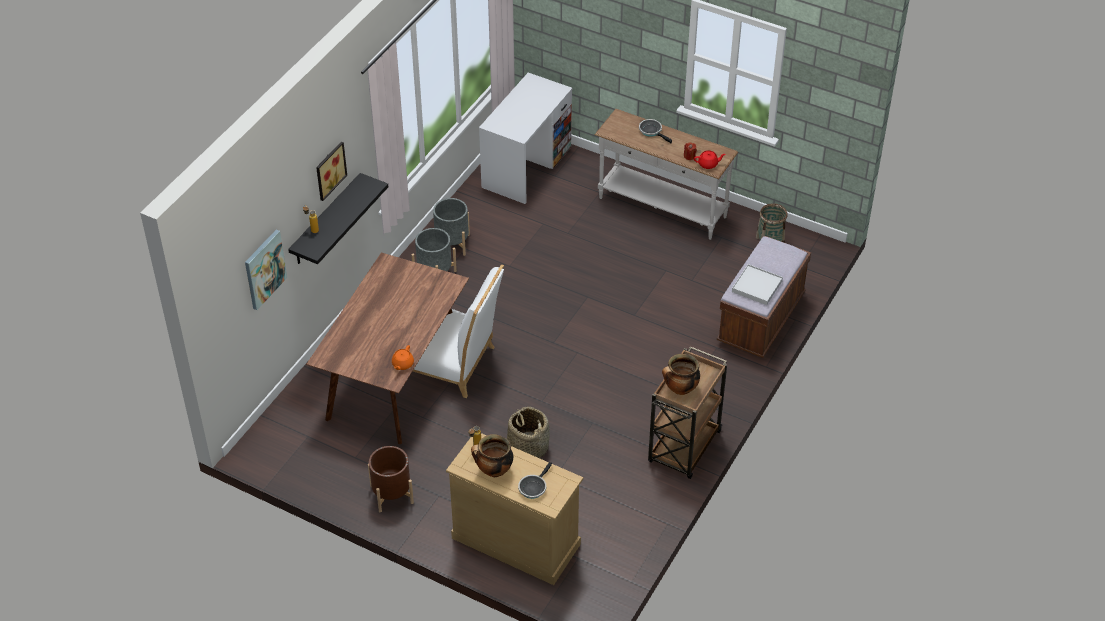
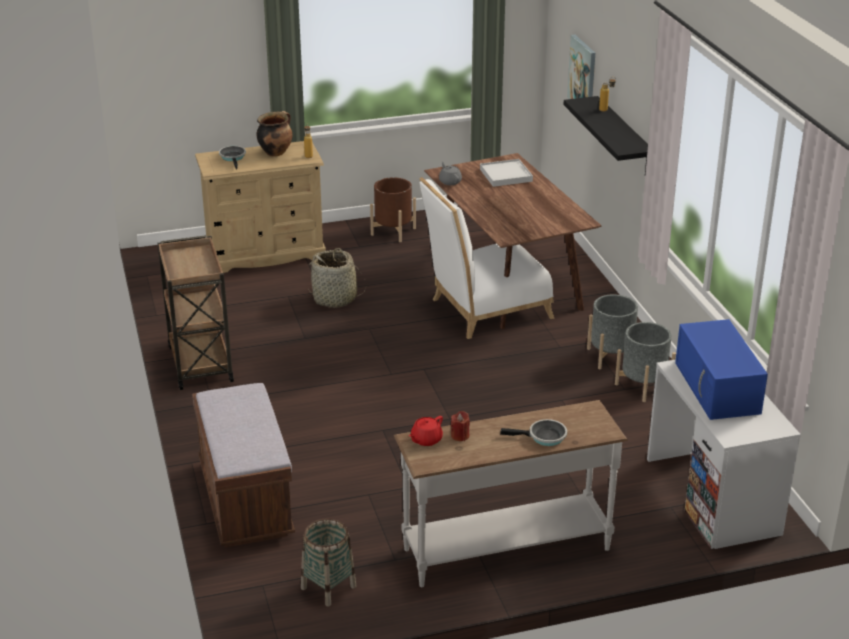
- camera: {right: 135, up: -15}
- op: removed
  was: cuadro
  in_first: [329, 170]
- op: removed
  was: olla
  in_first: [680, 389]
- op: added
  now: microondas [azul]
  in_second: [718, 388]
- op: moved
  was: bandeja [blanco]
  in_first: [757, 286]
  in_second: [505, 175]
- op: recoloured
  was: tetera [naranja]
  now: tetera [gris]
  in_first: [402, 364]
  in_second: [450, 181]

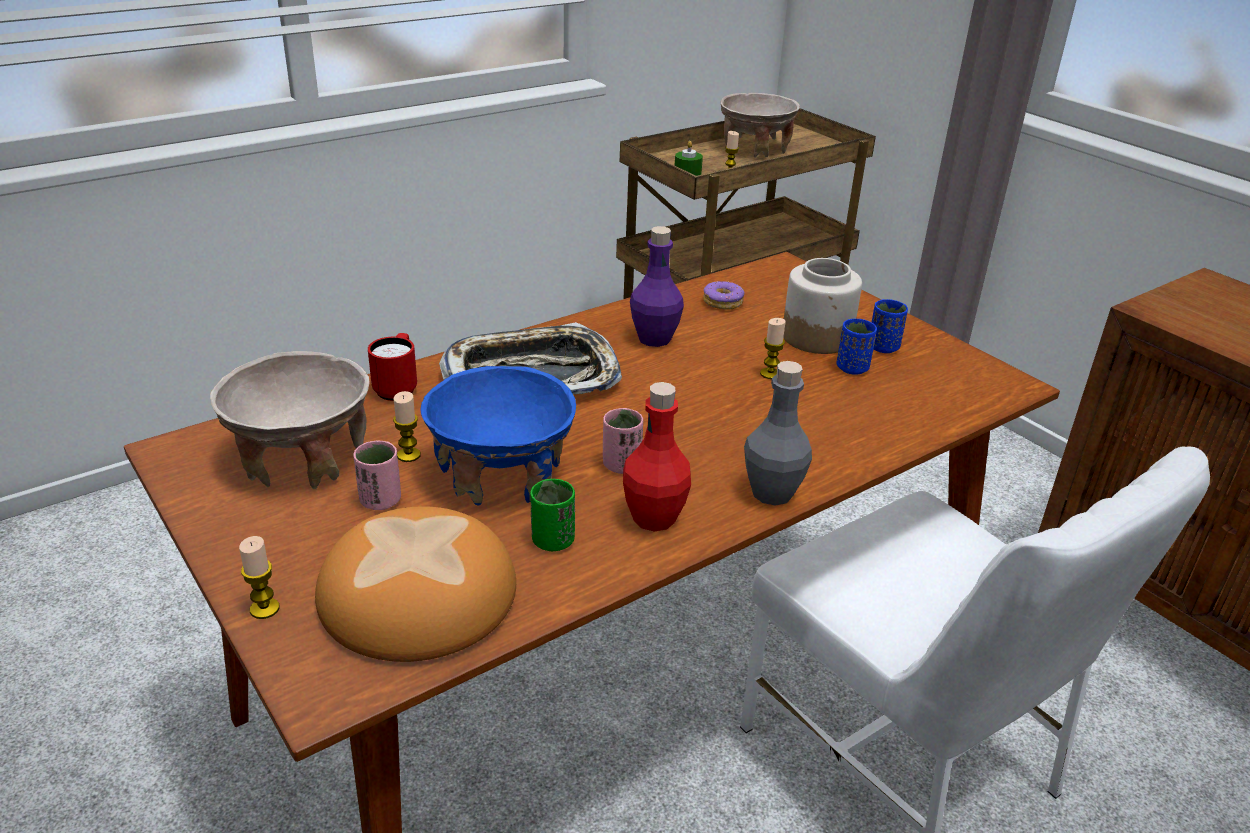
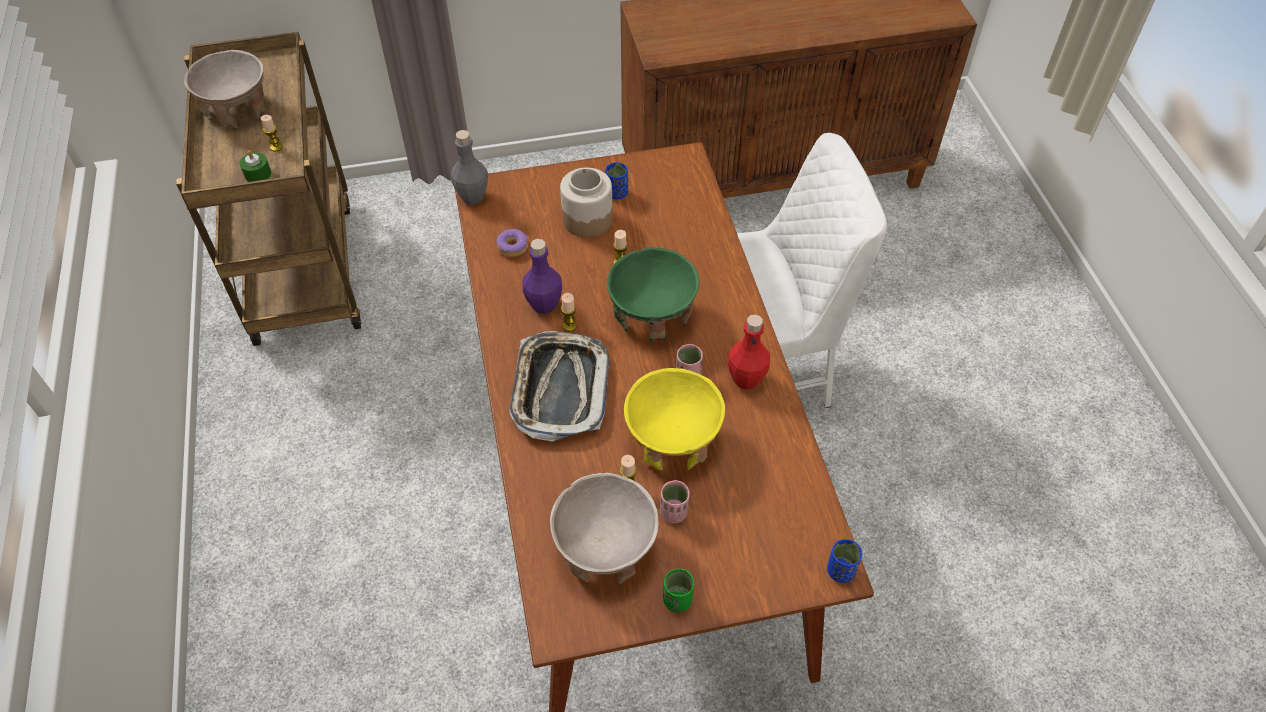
- camera: {right: -65, up: 20}
- op: removed
  was: pan
  in_first: [420, 594]
- op: removed
  was: taza grande [rojo]
  in_first: [398, 388]
- op: added
  now: cuenco [verde]
  in_second: [652, 315]
- op: moved
  was: vela
  in_first: [264, 609]
  in_second: [569, 325]
- op: moved
  was: taza [verde]
  in_first: [553, 541]
  in_second: [677, 600]
- op: moved
  was: botella [gris]
  in_first: [772, 493]
  in_second: [472, 196]
- op: moved
  was: taza [azul]
  in_first: [852, 368]
  in_second: [840, 571]
- op: recoloured
  was: cuenco [azul]
  now: cuenco [amarillo]
  in_first: [502, 475]
  in_second: [672, 440]

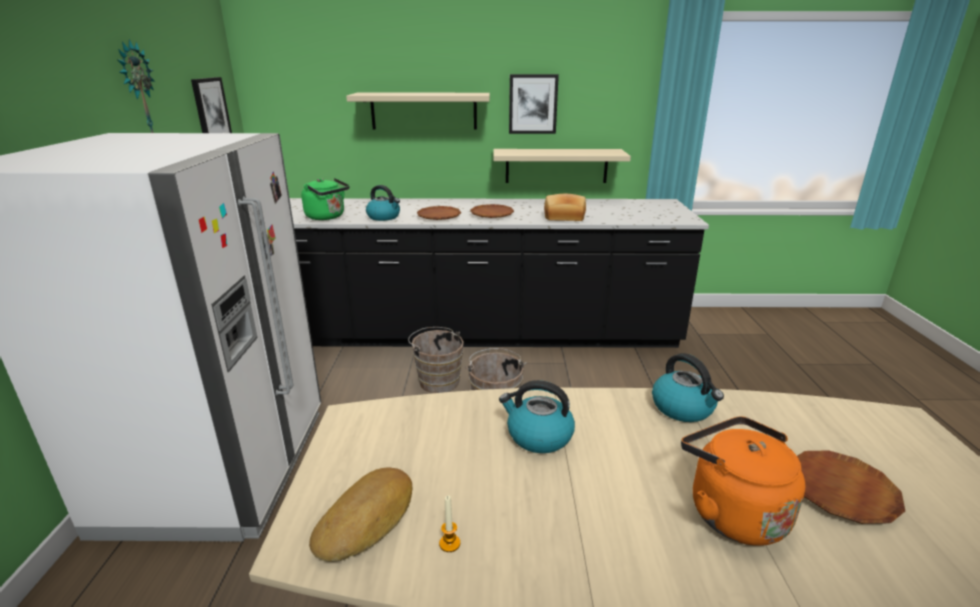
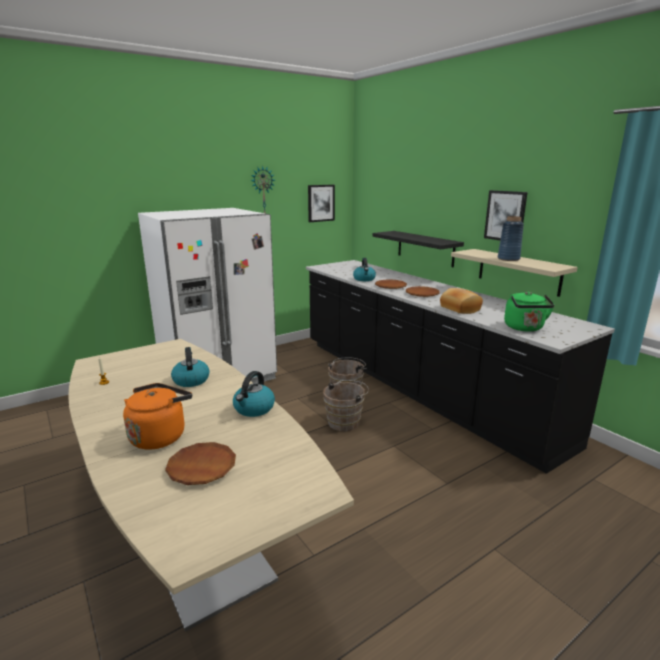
- camera: {right: 55, up: -5}
- op: removed
  was: pan
  in_first: [368, 519]
- op: removed
  was: estante [beis]
  in_first: [424, 111]
- op: added
  now: estante [negro]
  in_second: [425, 248]
- op: added
  now: florero [azul]
  in_second: [508, 259]
- op: moved
  was: hervidor [verde]
  in_first: [327, 217]
  in_second: [525, 328]

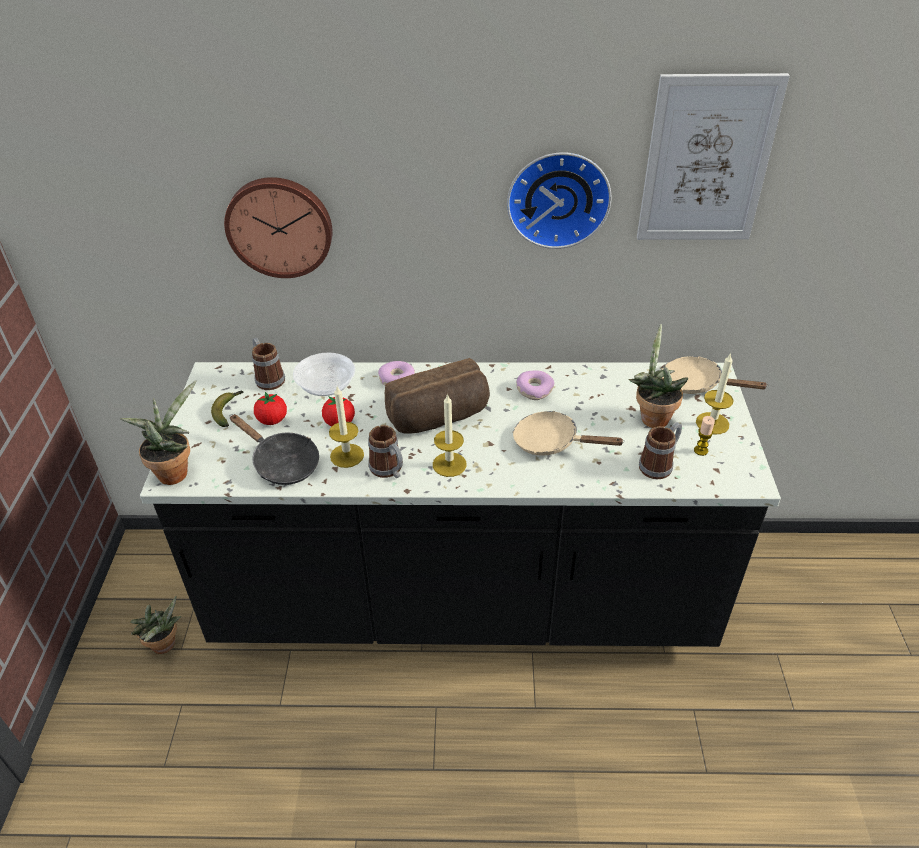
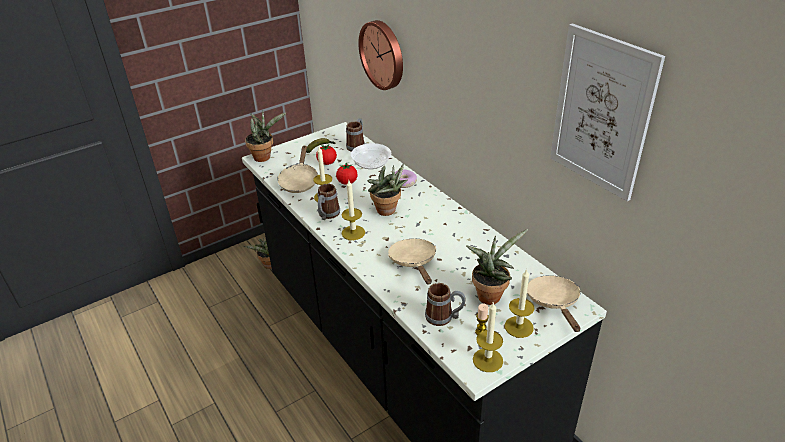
- camera: {right: 55, up: -5}
- op: removed
  was: reloj de pared
  in_first: [558, 198]
- op: removed
  was: rosquilla
  in_first: [534, 389]
- op: added
  now: vela
  in_second: [487, 360]
- op: replaced
  was: pan
  now: planta en maceta
  in_first: [440, 418]
  in_second: [388, 211]
- op: recoloured
  was: sartén [negro]
  now: sartén [beis]
  in_first: [282, 463]
  in_second: [299, 181]

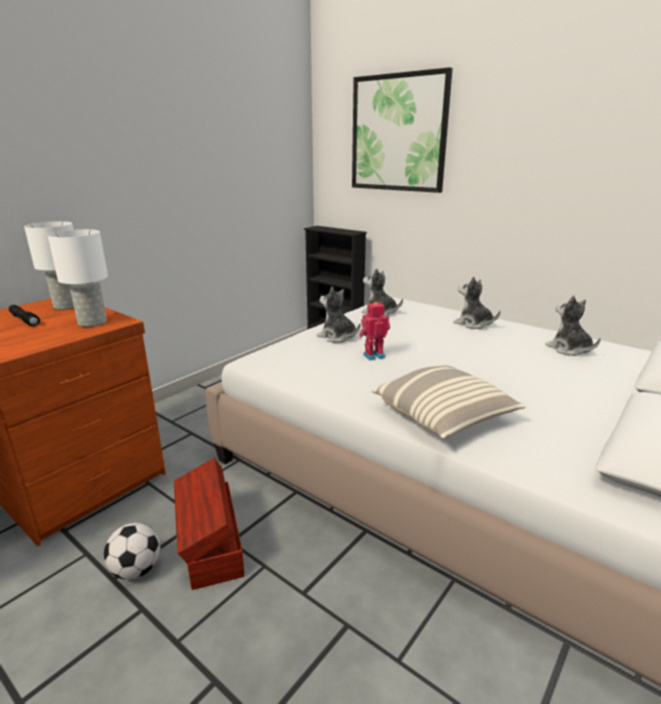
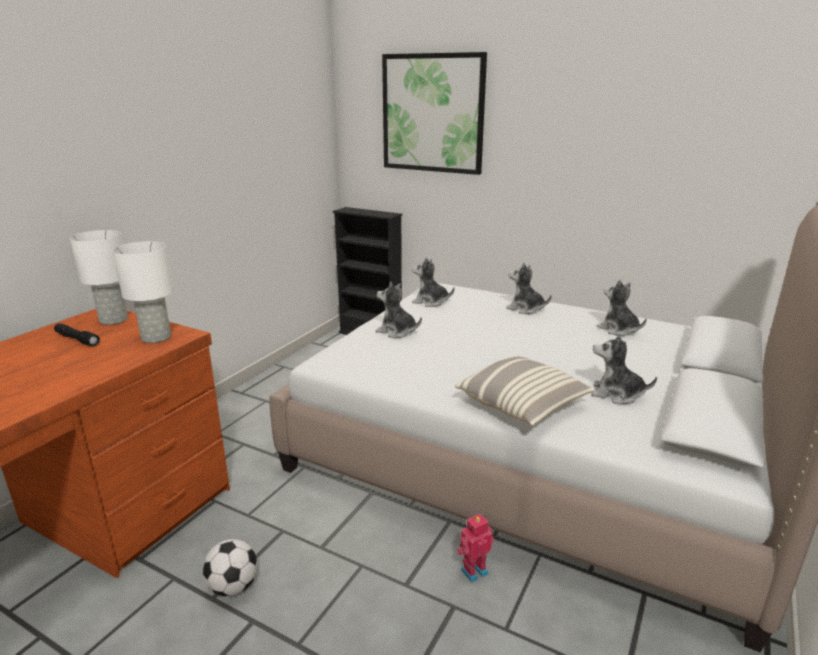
- camera: {right: -10, up: 0}
- op: removed
  was: caja de almacenaje [marrón]
  in_first: [211, 544]
- op: added
  now: peluche
  in_second: [616, 394]
- op: moved
  was: robot de juguete
  in_first: [373, 355]
  in_second: [473, 570]

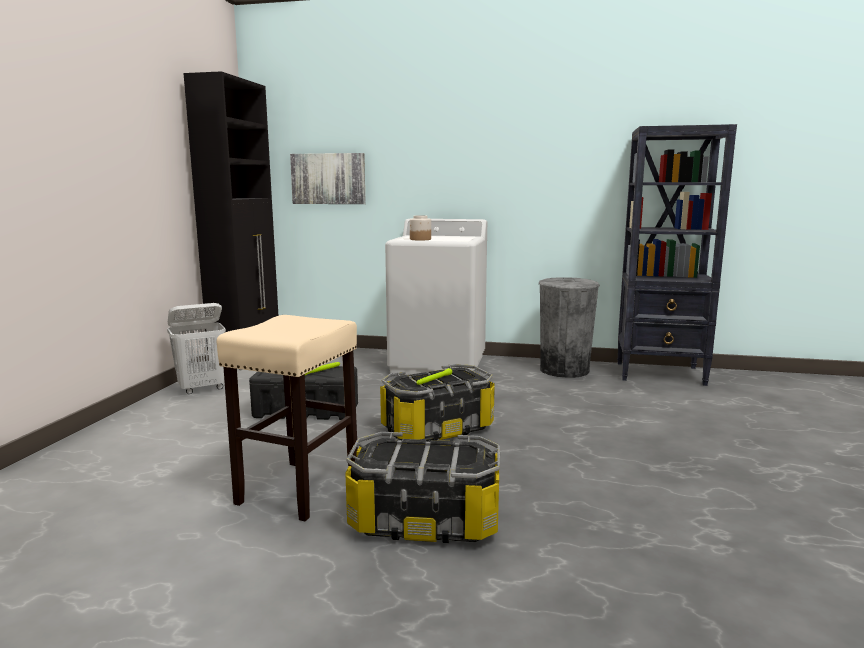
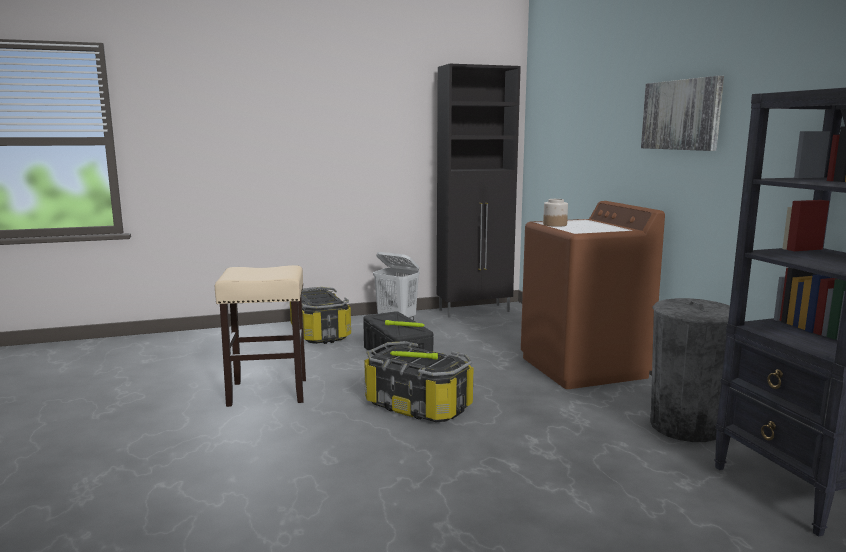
- camera: {right: 60, up: 0}
- op: moved
  was: cuadro
  in_first: [328, 179]
  in_second: [681, 115]
- op: moved
  was: caja de almacenaje
  in_first: [424, 521]
  in_second: [319, 333]
- op: recoloured
  was: lavadora [blanco]
  now: lavadora [marrón]
  in_first: [439, 364]
  in_second: [583, 367]

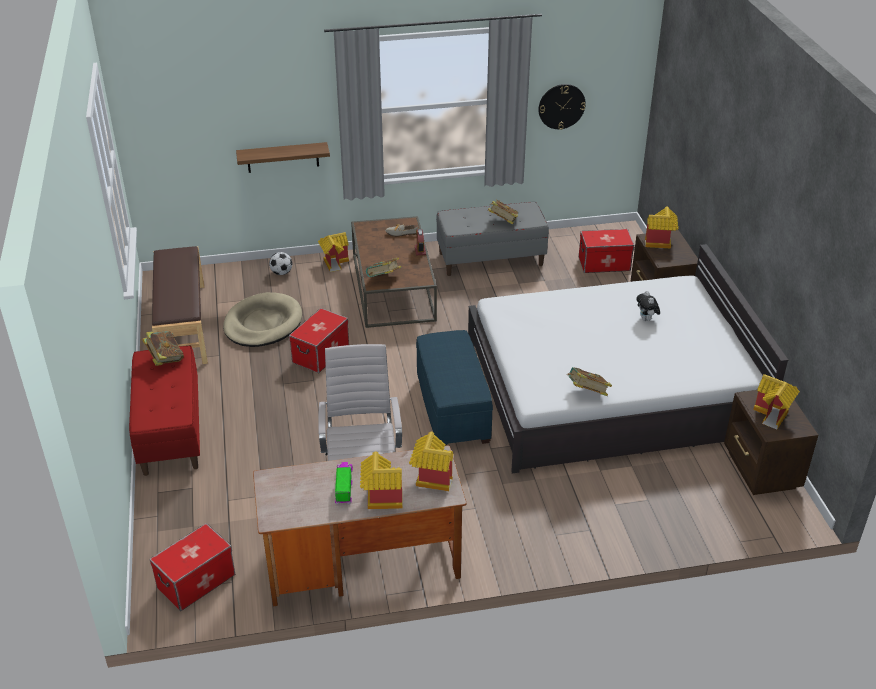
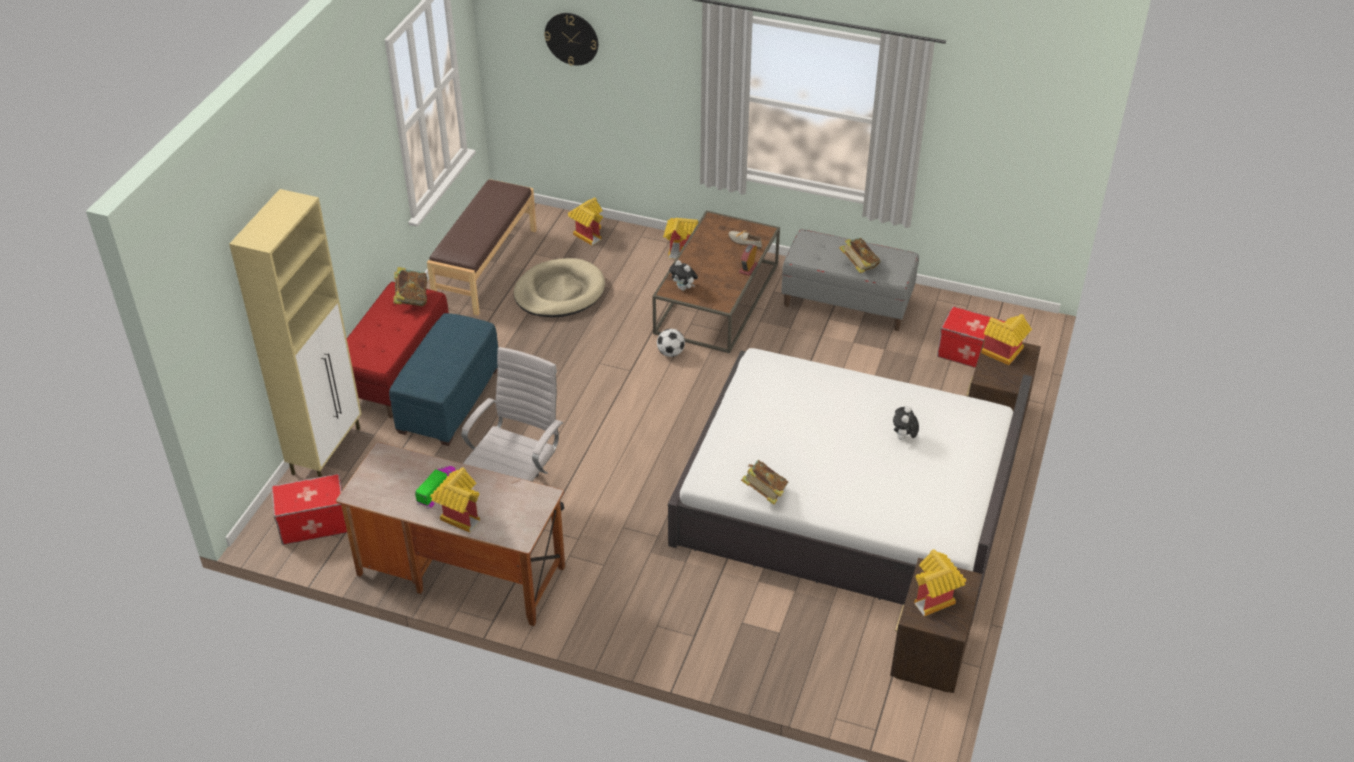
- camera: {right: 30, up: 5}
- op: removed
  was: estante
  in_first: [282, 157]
- op: removed
  was: caja de almacenaje
  in_first: [320, 353]
- op: added
  now: armario [beis]
  in_second: [327, 450]
- op: moved
  was: balón de fútbol
  in_first: [281, 273]
  in_second: [671, 353]
- op: moved
  was: casita
  in_first: [430, 478]
  in_second: [587, 233]
- op: moved
  was: puf [azul]
  in_first: [453, 410]
  in_second: [449, 401]
- op: moved
  was: reloj de pared
  in_first: [561, 106]
  in_second: [571, 38]
- op: replaced
  was: libro
  now: peluche
  in_first: [383, 279]
  in_second: [683, 288]

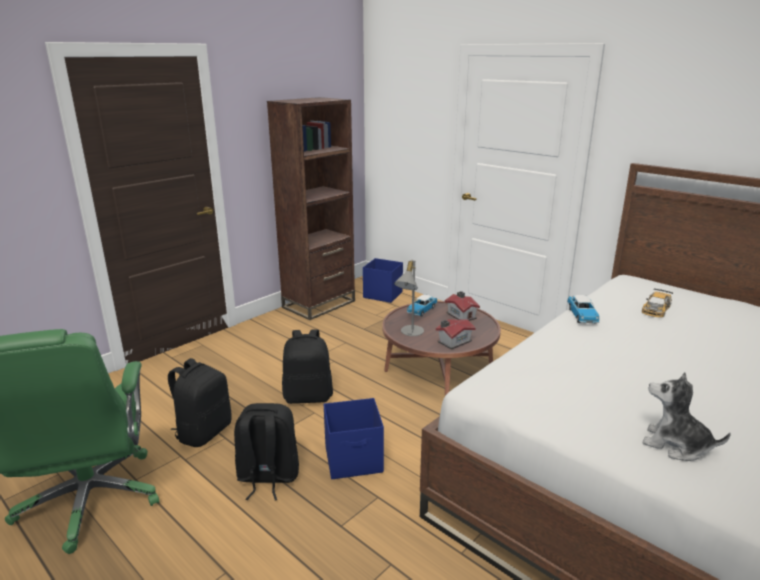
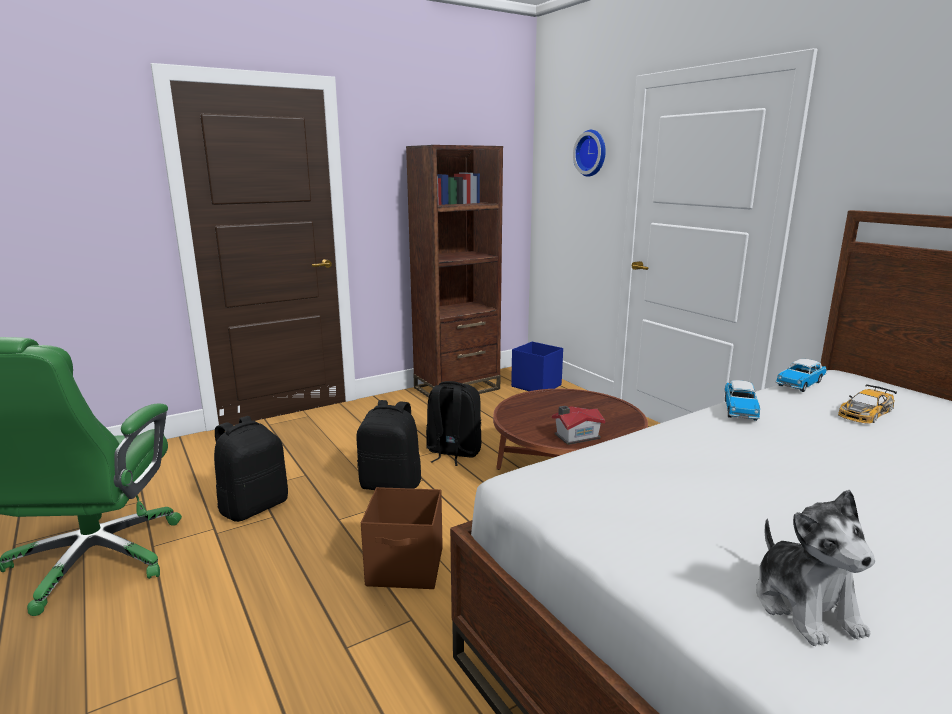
- camera: {right: 15, up: -5}
- op: removed
  was: lámpara de mesa [gris]
  in_first: [409, 332]
- op: removed
  was: casita
  in_first: [461, 315]
- op: added
  now: reloj de pared
  in_second: [592, 153]
- op: moved
  was: mochila [negro]
  in_first: [267, 477]
  in_second: [453, 452]
- op: moved
  was: coche de juguete
  in_first: [422, 310]
  in_second: [800, 384]
- op: recoloured
  was: caja de almacenaje [azul]
  now: caja de almacenaje [marrón]
  in_first: [354, 460]
  in_second: [406, 567]
- op: turned
  was: peluche
  in_first: [675, 445]
  in_second: [805, 606]
  clockwise: -150

